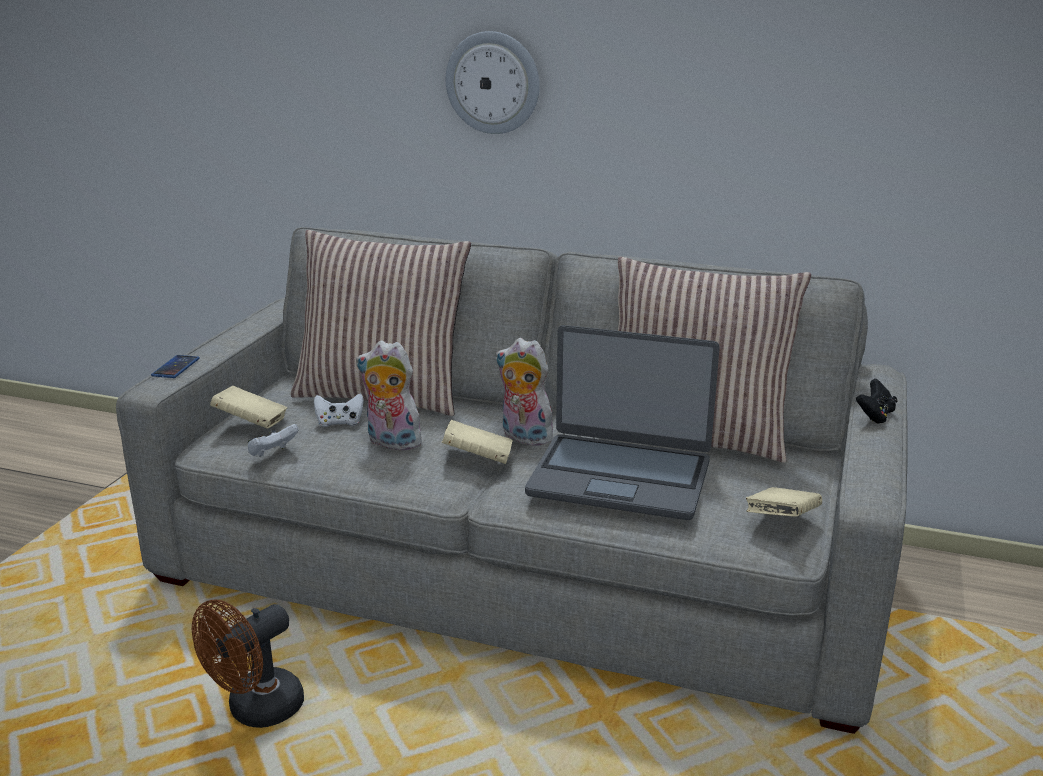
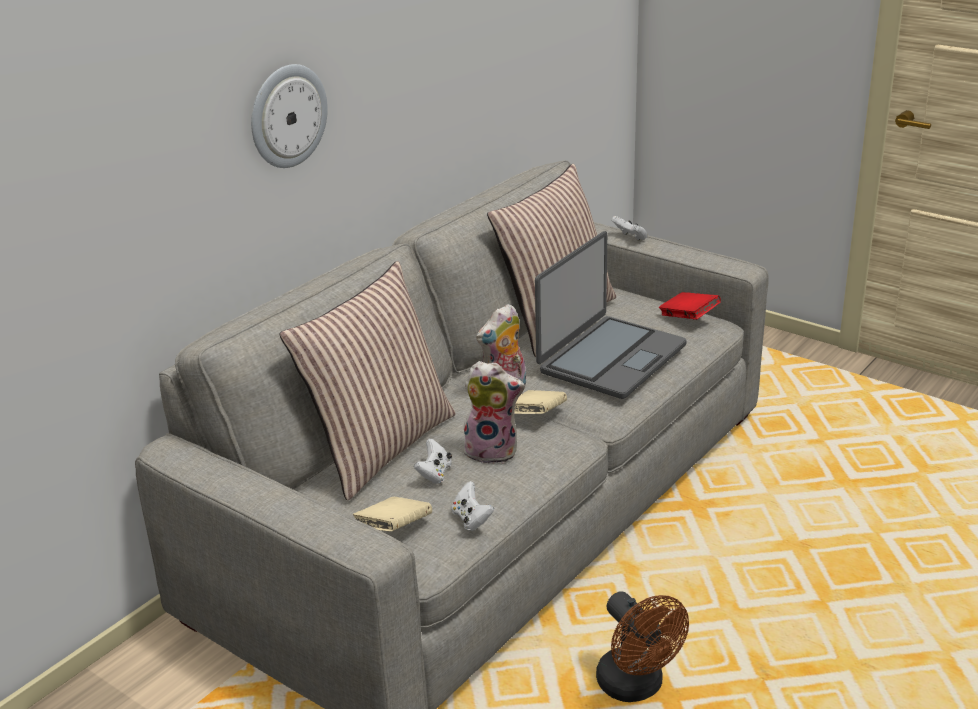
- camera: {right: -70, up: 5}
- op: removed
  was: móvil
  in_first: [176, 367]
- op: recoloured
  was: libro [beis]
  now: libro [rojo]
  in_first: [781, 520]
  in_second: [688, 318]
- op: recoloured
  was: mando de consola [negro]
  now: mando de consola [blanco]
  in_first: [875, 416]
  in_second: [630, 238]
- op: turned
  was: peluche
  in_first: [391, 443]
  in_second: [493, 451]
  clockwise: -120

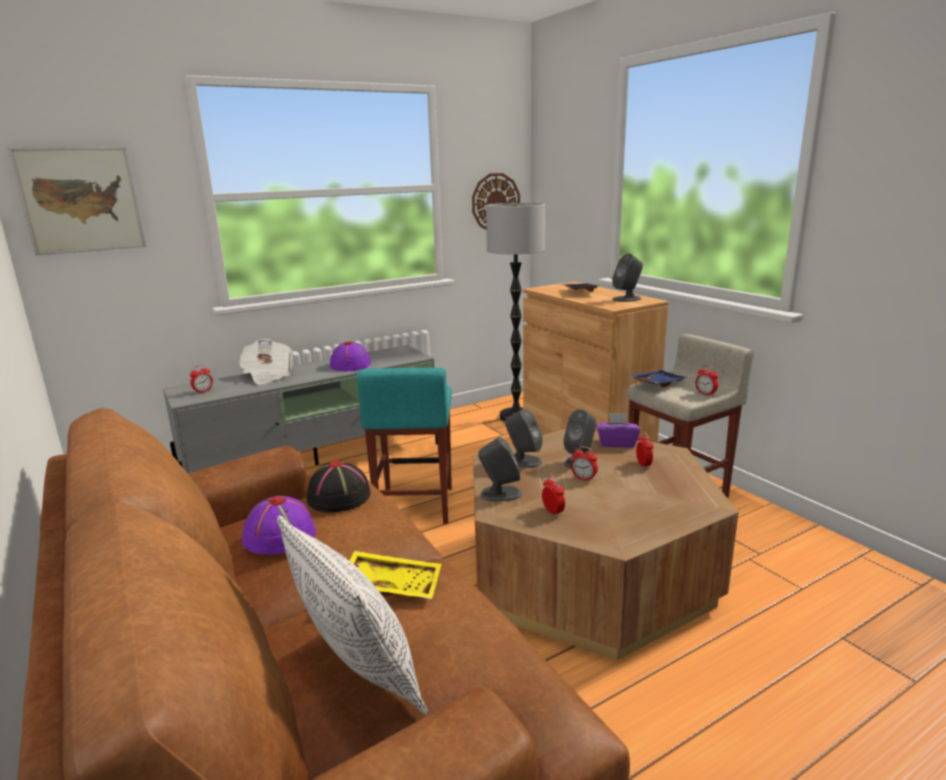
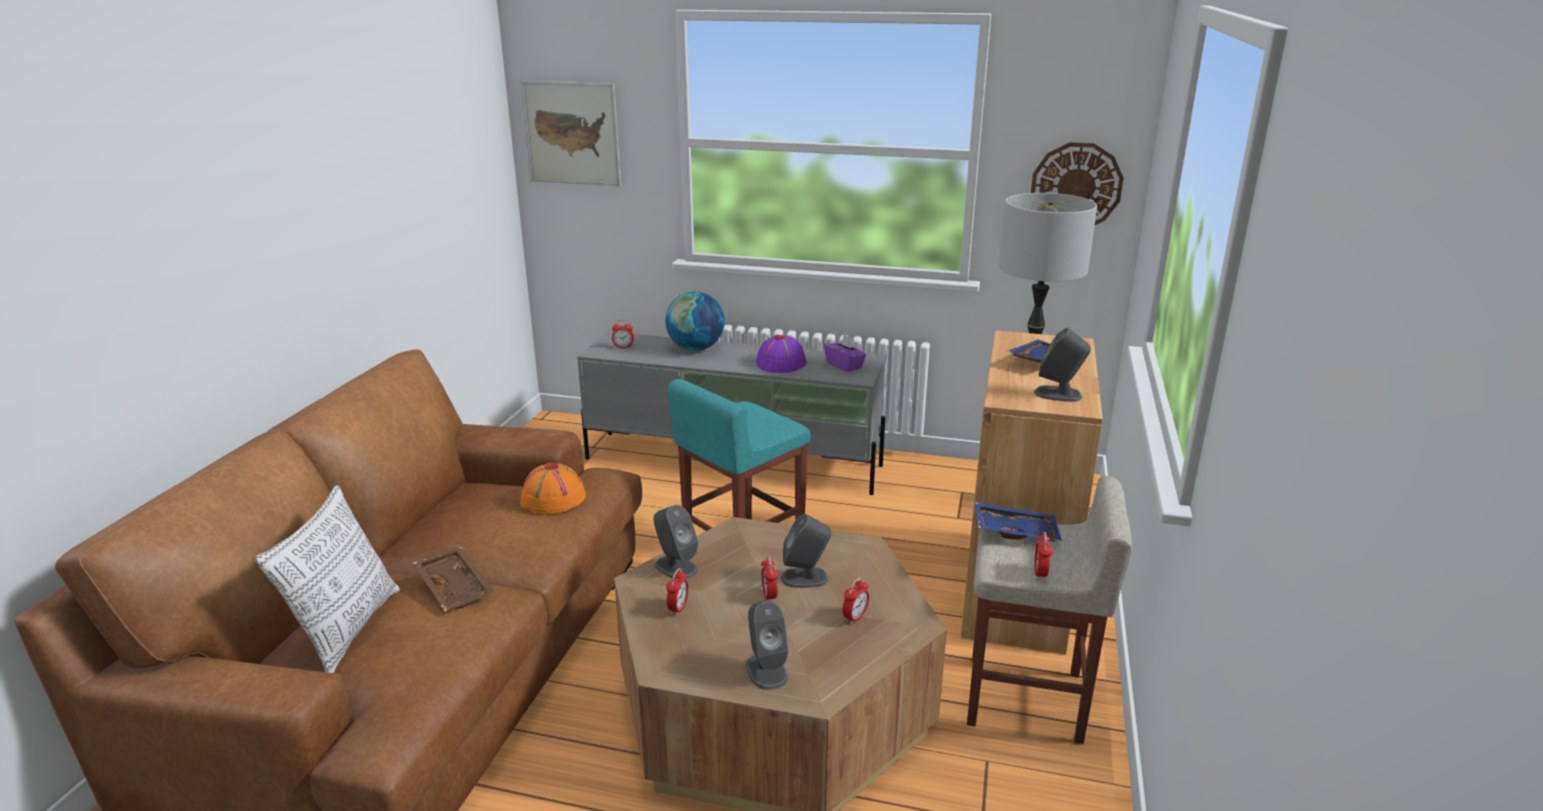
- camera: {right: 45, up: 5}
- op: removed
  was: sombrero [morado]
  in_first: [279, 536]
- op: moved
  was: altavoz [gris]
  in_first: [523, 461]
  in_second: [766, 670]
- op: moved
  was: caja de pañuelos [morado]
  in_first: [616, 443]
  in_second: [844, 365]
- op: replaced
  was: periódico
  now: globo terráqueo
  in_first: [268, 375]
  in_second: [695, 348]
- op: recoloured
  was: sombrero [negro]
  now: sombrero [naranja]
  in_first: [339, 497]
  in_second: [552, 499]
- op: recoloured
  was: bandeja [amarillo]
  now: bandeja [marrón]
  in_first: [392, 584]
  in_second: [456, 587]

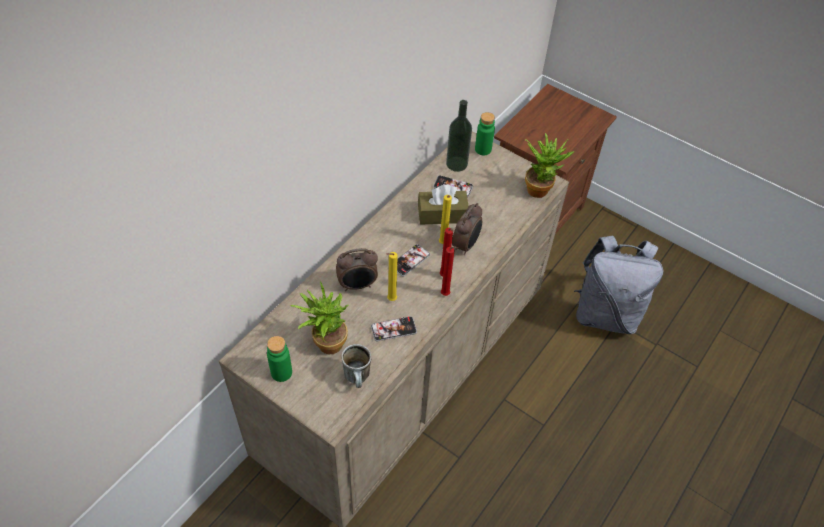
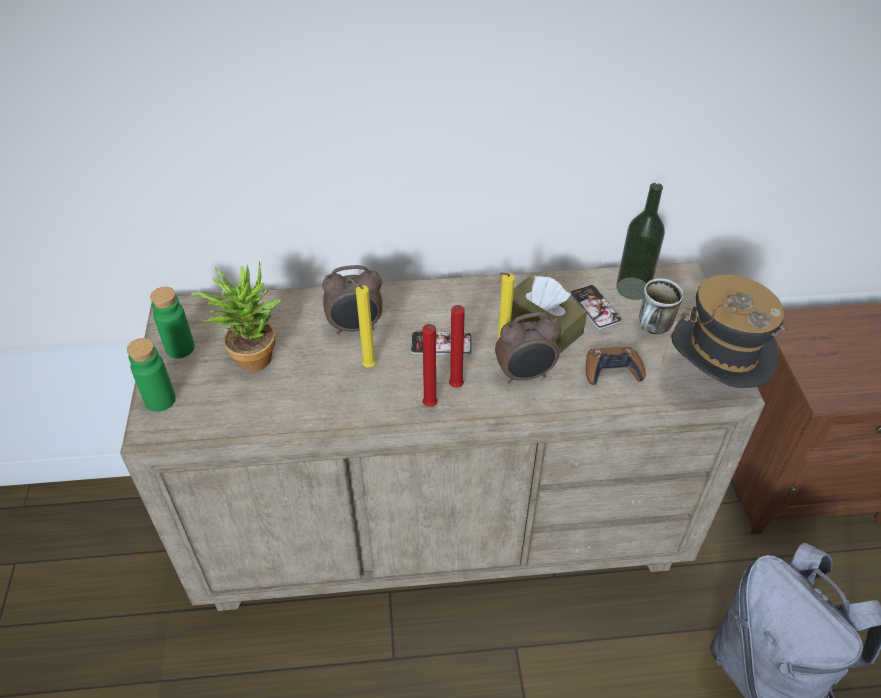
- camera: {right: 50, up: -5}
- op: removed
  was: móvil
  in_first: [393, 329]
- op: added
  now: mando de consola [marrón]
  in_second: [612, 370]
- op: moved
  was: taza grande
  in_first: [358, 379]
  in_second: [653, 329]
- op: moved
  was: botella [verde]
  in_first: [483, 149]
  in_second: [160, 400]
- op: replaced
  was: planta en maceta
  now: sombrero
  in_first: [540, 188]
  in_second: [710, 383]
- op: turned
  was: despertador
  in_first: [357, 285]
  in_second: [355, 327]
  clockwise: -45

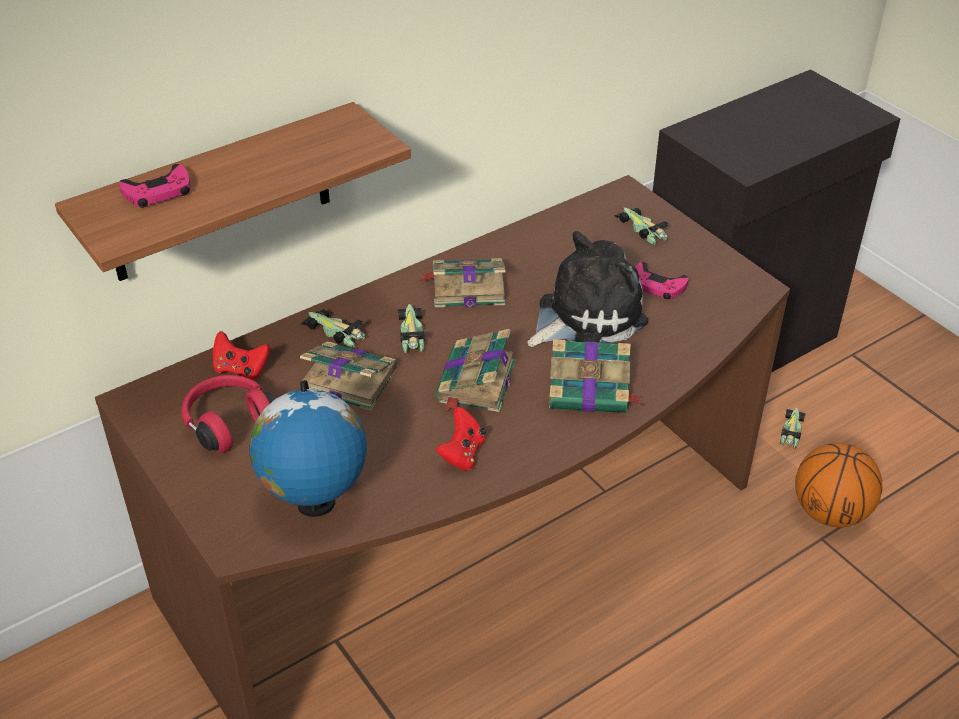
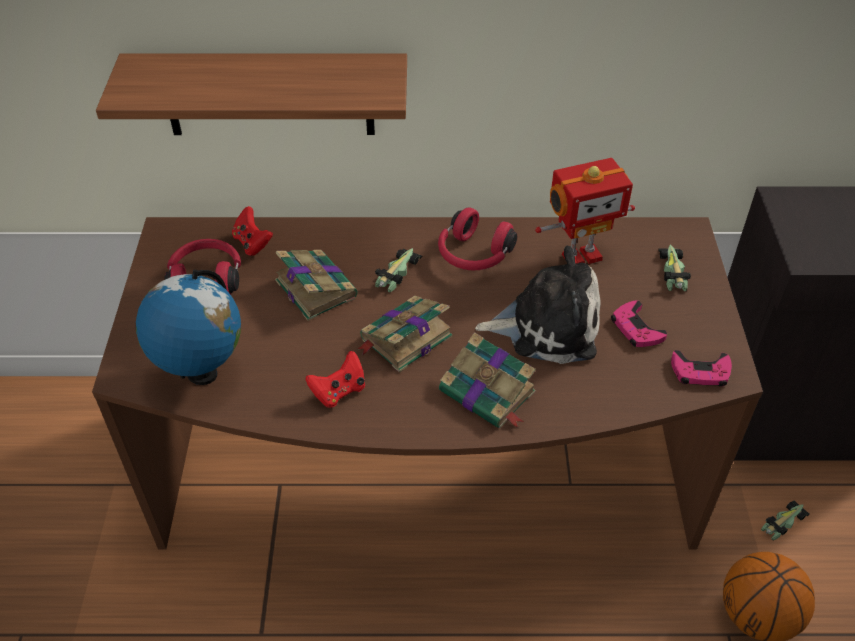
- camera: {right: 35, up: 5}
- op: removed
  was: coche de juguete
  in_first: [335, 331]
- op: added
  now: robot de juguete
  in_second: [580, 255]
- op: moved
  was: mando de consola [rosa]
  in_first: [158, 192]
  in_second: [700, 372]
- op: replaced
  was: libro
  now: auriculares [rojo]
  in_first: [466, 288]
  in_second: [473, 255]

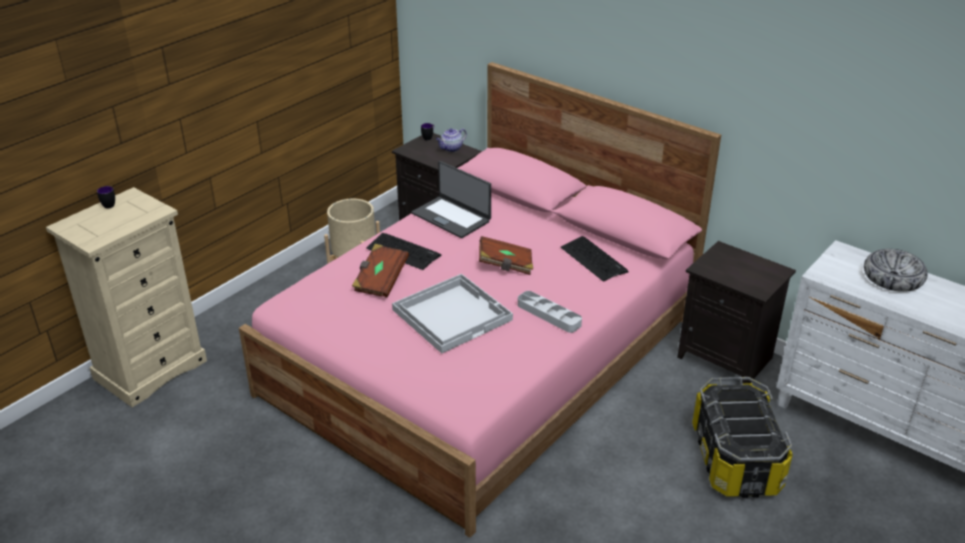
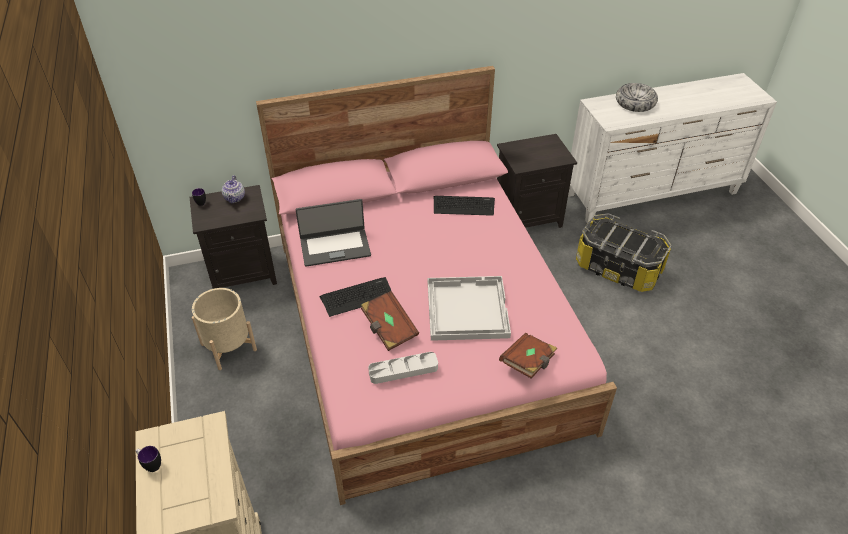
- camera: {right: -55, up: 10}
- op: moved
  was: libro [marrón]
  in_first: [505, 265]
  in_second: [528, 362]
- op: moved
  was: bandeja [gris]
  in_first: [549, 315]
  in_second: [403, 370]

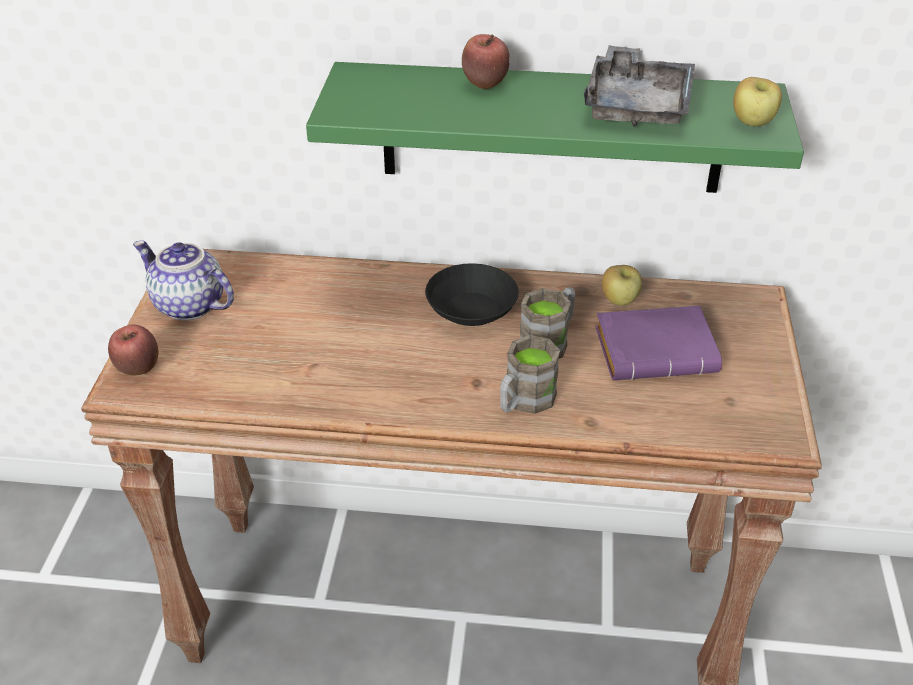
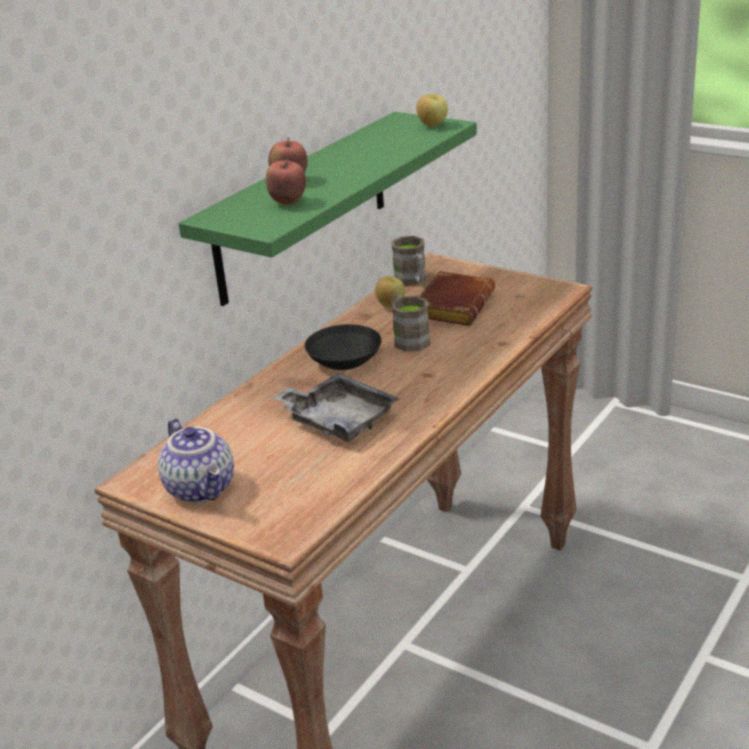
- camera: {right: -60, up: -10}
- op: moved
  was: manzana
  in_first: [138, 369]
  in_second: [287, 203]
- op: moved
  was: taza grande [marrón]
  in_first: [524, 402]
  in_second: [413, 280]
- op: moved
  was: bandeja [gris]
  in_first: [636, 105]
  in_second: [338, 419]
- op: recoloured
  was: libro [morado]
  now: libro [marrón]
  in_first: [658, 350]
  in_second: [453, 305]
- op: turned
  was: tetera
  in_first: [187, 306]
  in_second: [202, 488]
  clockwise: -90

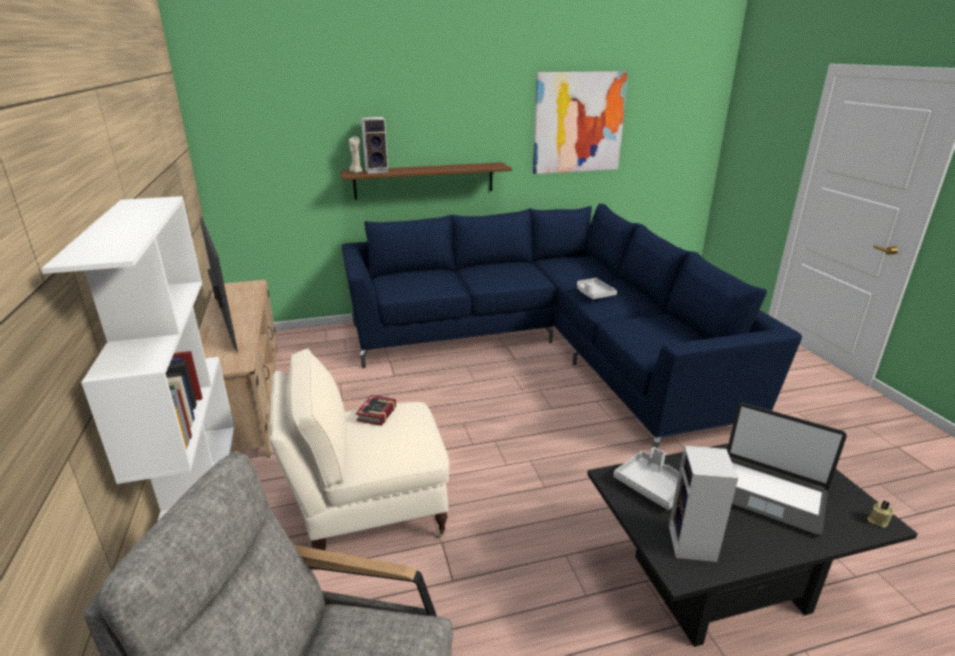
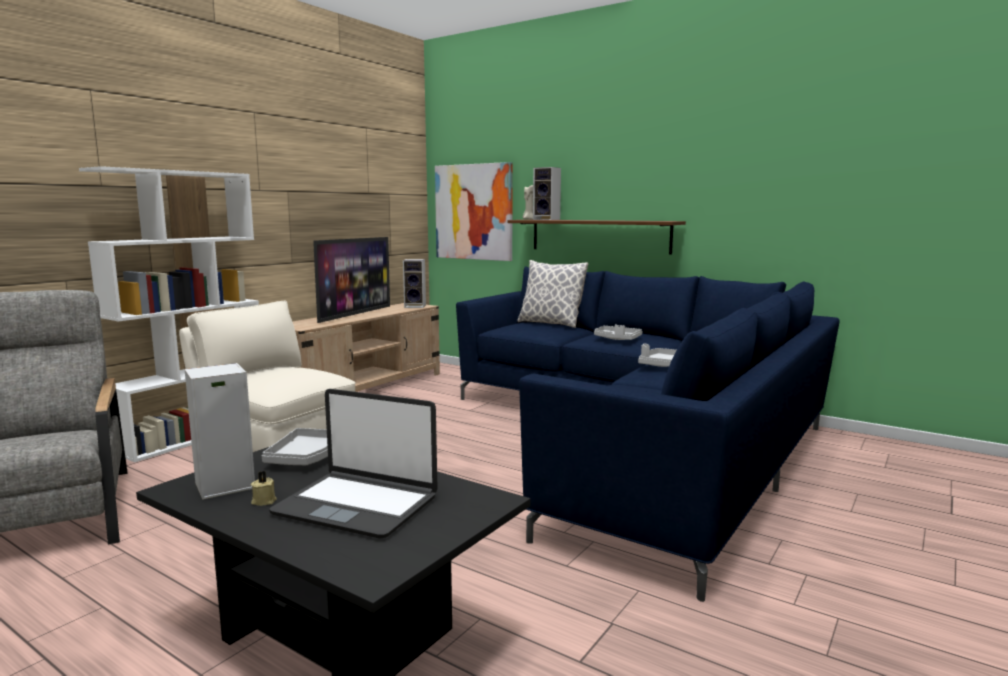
- camera: {right: 50, up: -15}
- op: removed
  was: libro
  in_first: [375, 414]
- op: added
  now: altavoz
  in_second: [416, 306]
- op: added
  now: cojín
  in_second: [550, 324]
- op: added
  now: bandeja [gris]
  in_second: [617, 339]
- op: moved
  was: cuadro
  in_first: [578, 123]
  in_second: [473, 212]
- op: moved
  was: vela [beis]
  in_first: [877, 520]
  in_second: [263, 501]
- op: turned
  was: portátil
  in_first: [769, 494]
  in_second: [357, 505]
  clockwise: -60

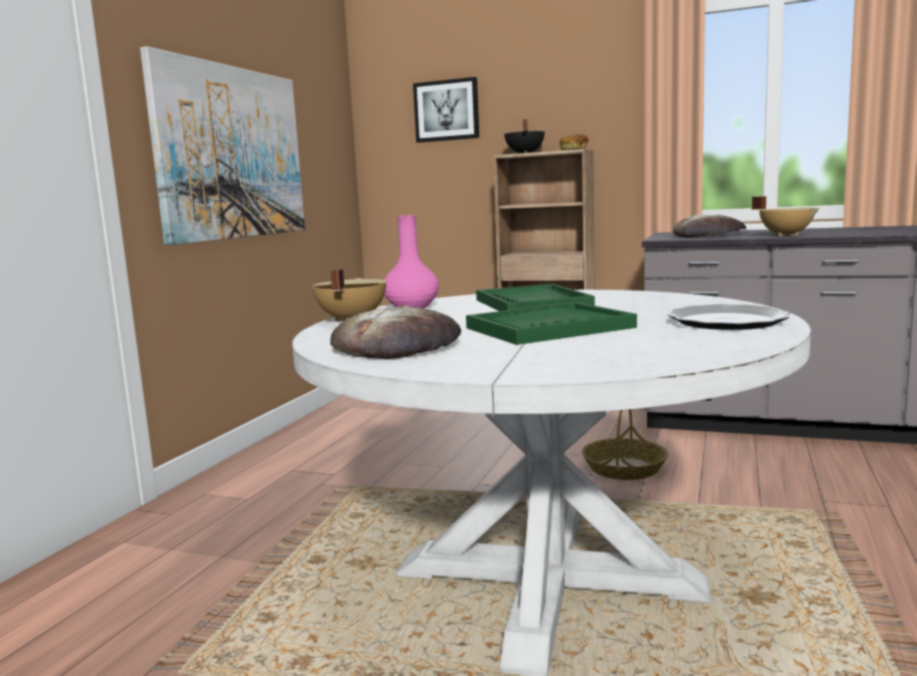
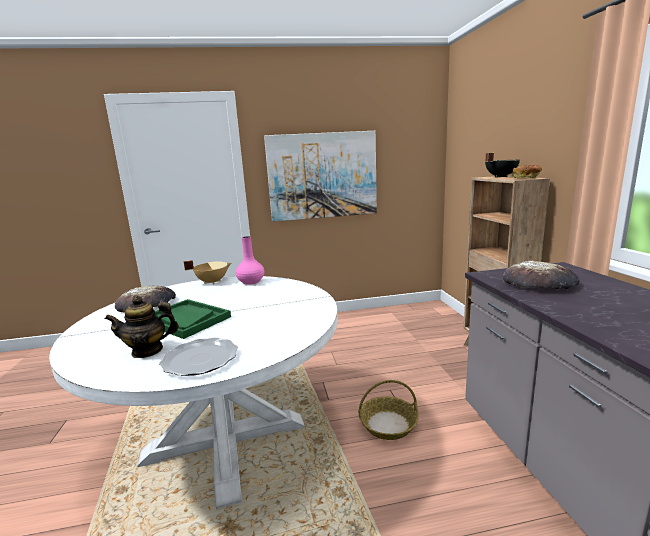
- camera: {right: 60, up: 5}
- op: removed
  was: cuadro
  in_first: [446, 110]
- op: removed
  was: bandeja [verde]
  in_first: [532, 303]
- op: removed
  was: olla [beis]
  in_first: [786, 235]
- op: added
  now: tetera
  in_second: [147, 351]

